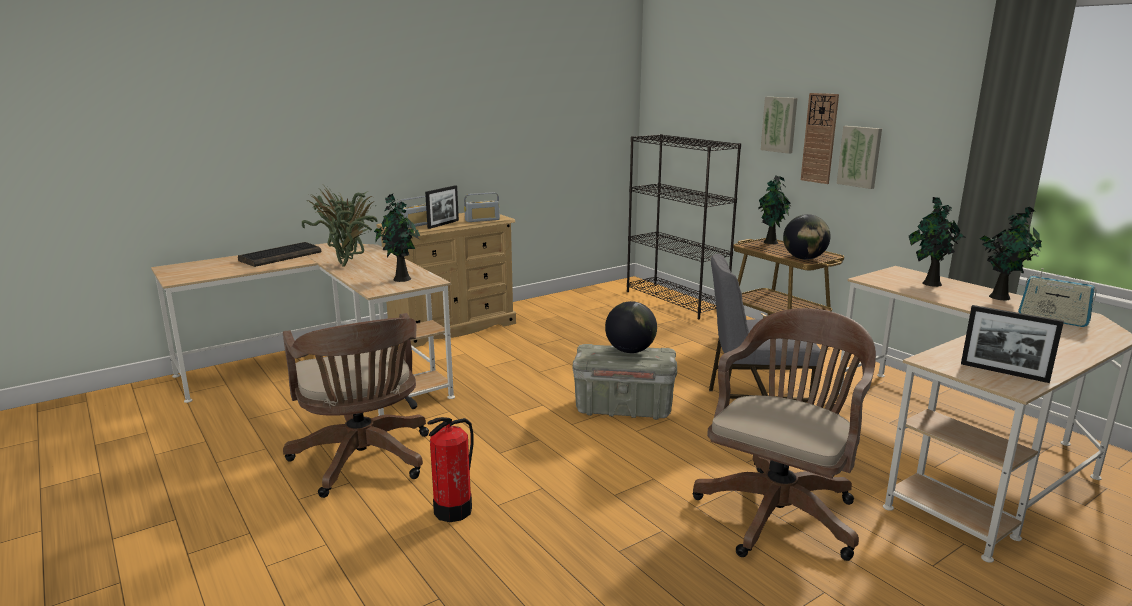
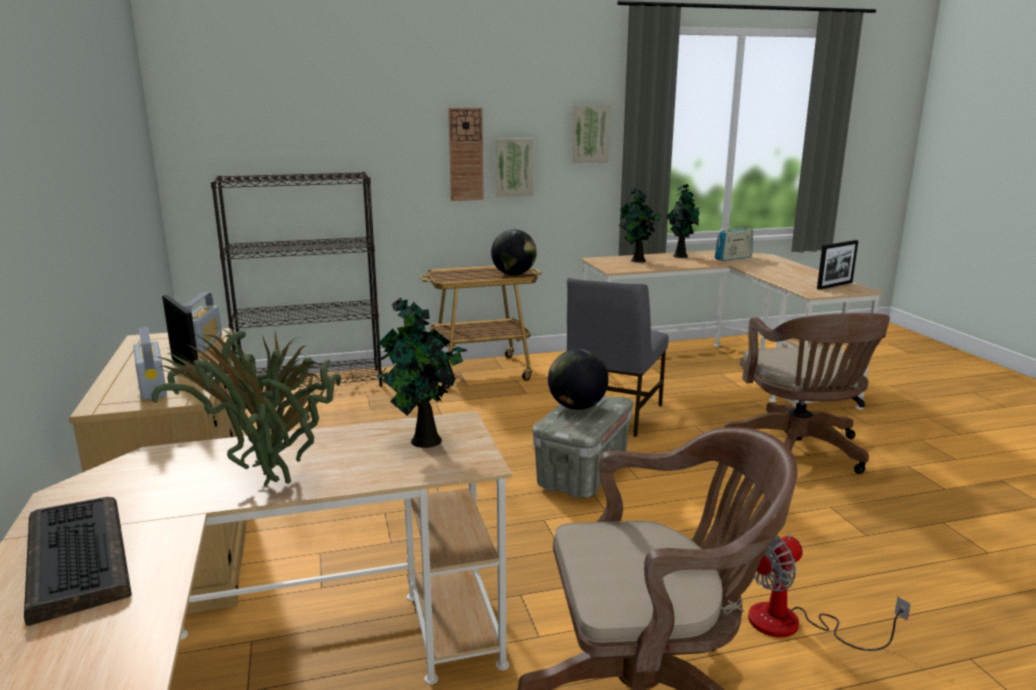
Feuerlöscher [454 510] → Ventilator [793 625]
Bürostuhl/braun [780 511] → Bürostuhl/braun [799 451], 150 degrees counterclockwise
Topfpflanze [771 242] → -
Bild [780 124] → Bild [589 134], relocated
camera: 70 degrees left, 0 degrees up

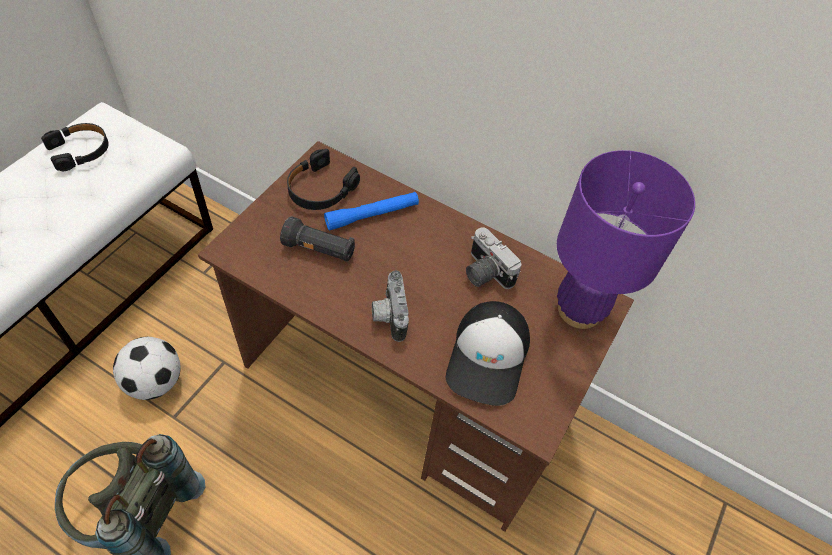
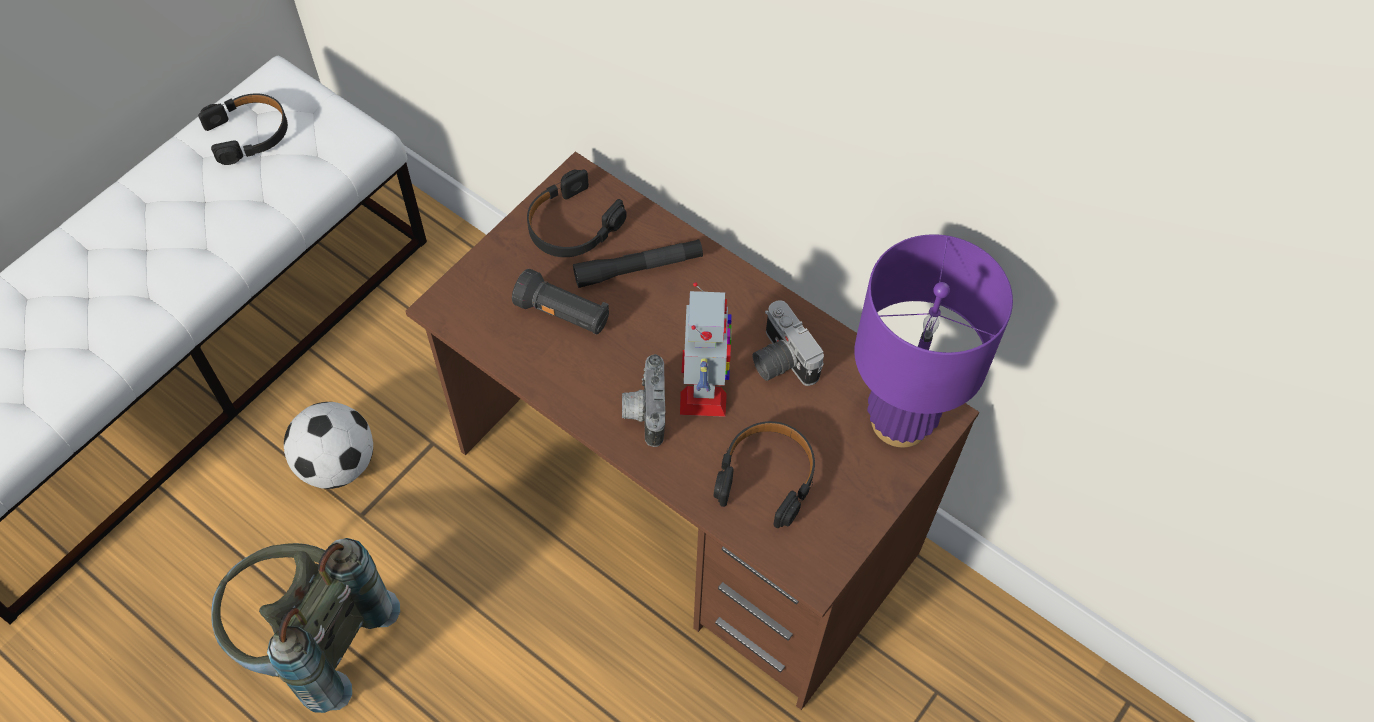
Taschenlampe/blau [372 215] → Taschenlampe/schwarz [638 268]
Kappe [488 358] → Kopfhörer/schwarz [767 476]
- → Spielzeugroboter [704 384]
camera: 10 degrees right, 5 degrees up

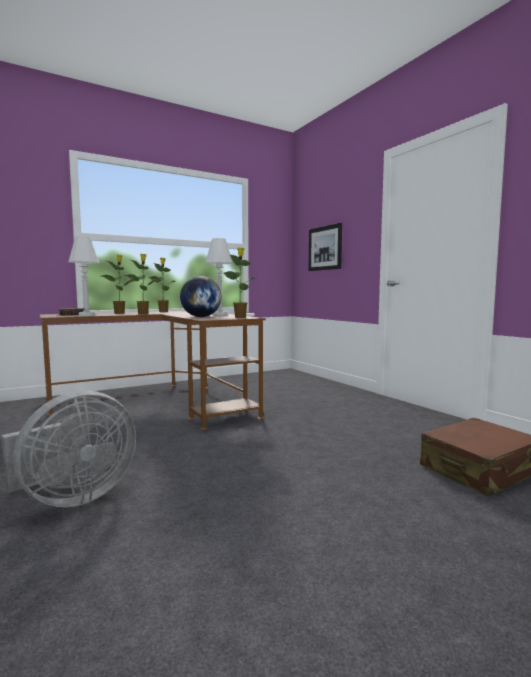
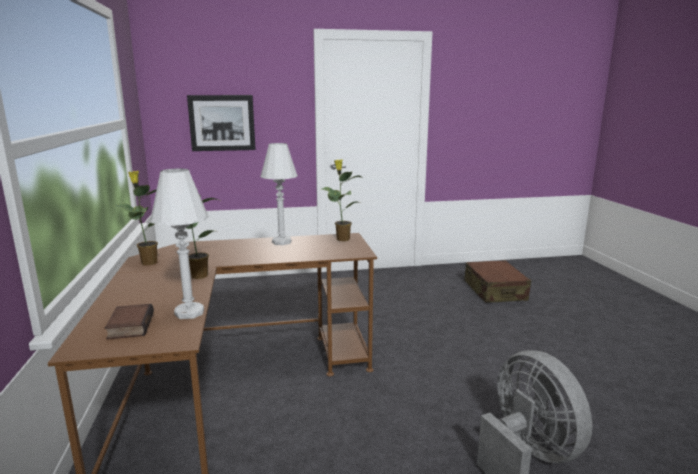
Topfpflanze [120 313] → -
Globus [201 317] → -
camera: 70 degrees left, 10 degrees up

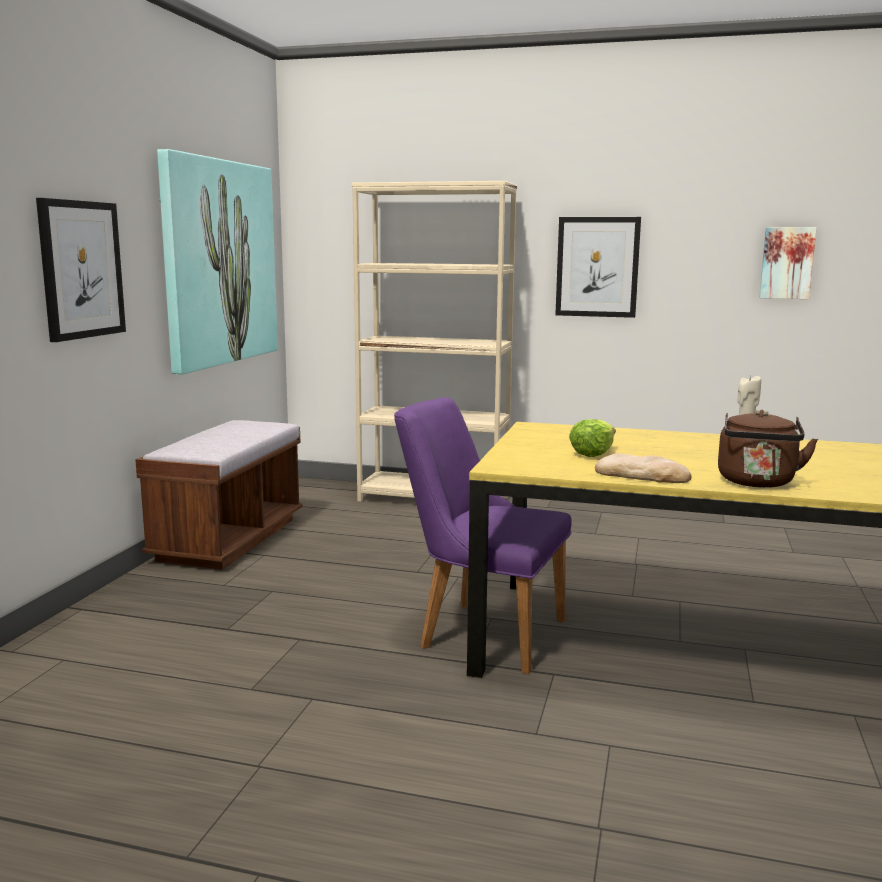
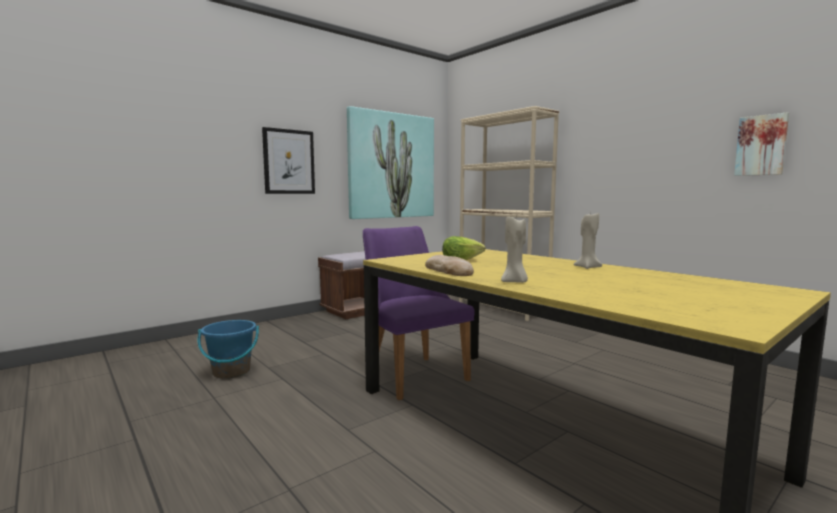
Bild [597 267] → -
Wasserkessel/braun [757 483] → Kerze/beige [514 282]
- → Eimer/blau [231 372]
camera: 35 degrees right, 5 degrees down

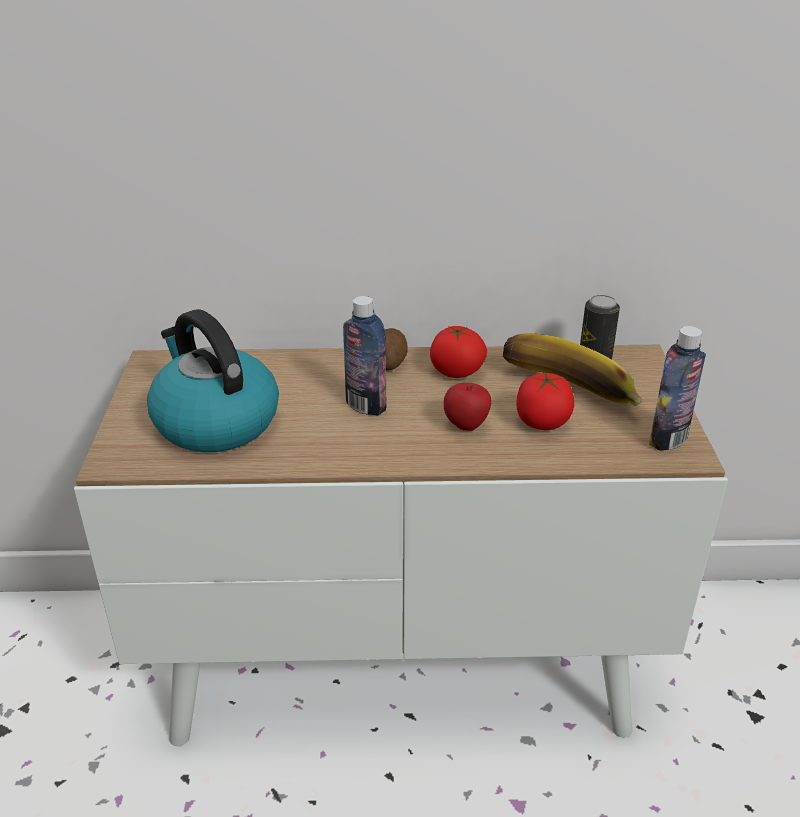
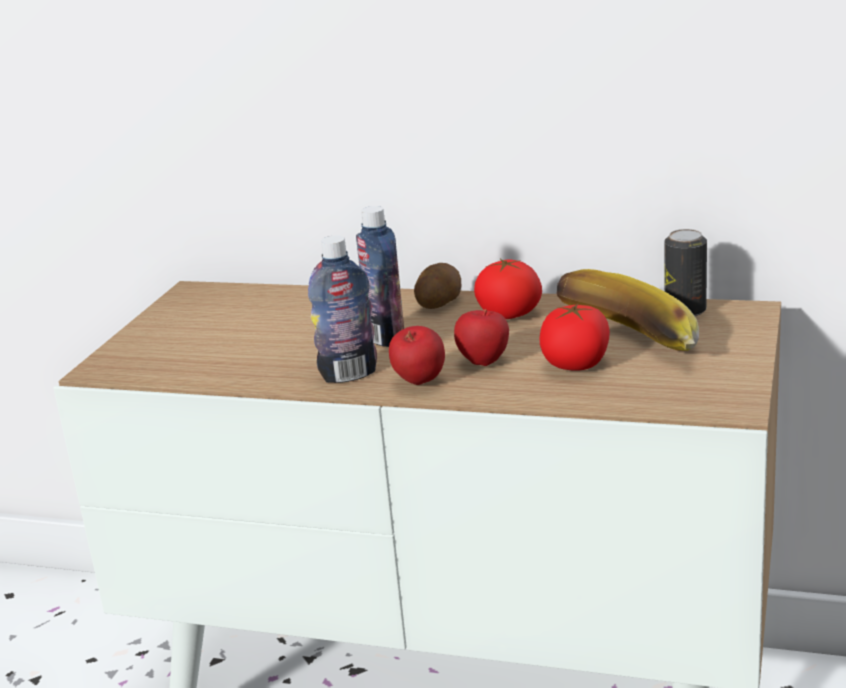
Wasserkessel [214 422] → -
Flasche [668 440] → Flasche [349 374], relocated
- → Apfel [418 383]
camera: 20 degrees right, 10 degrees down

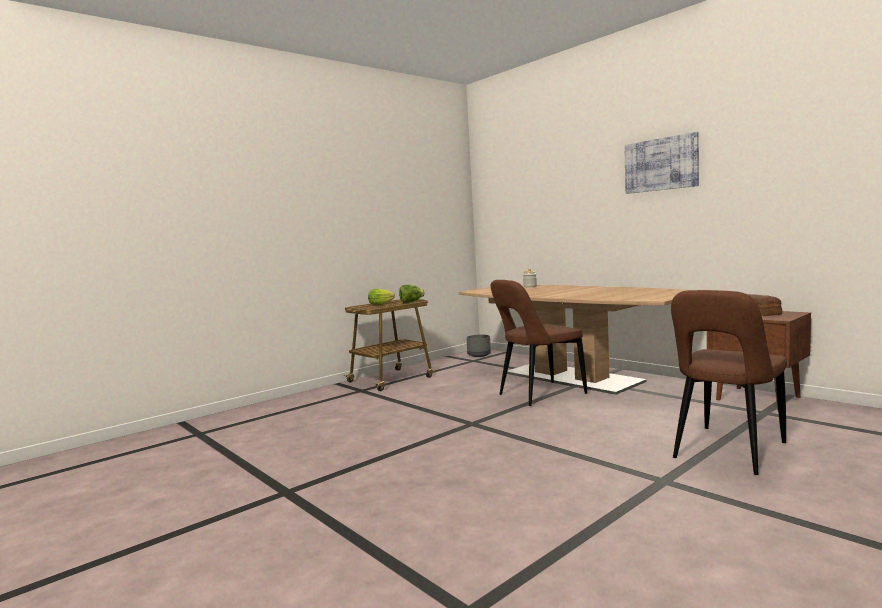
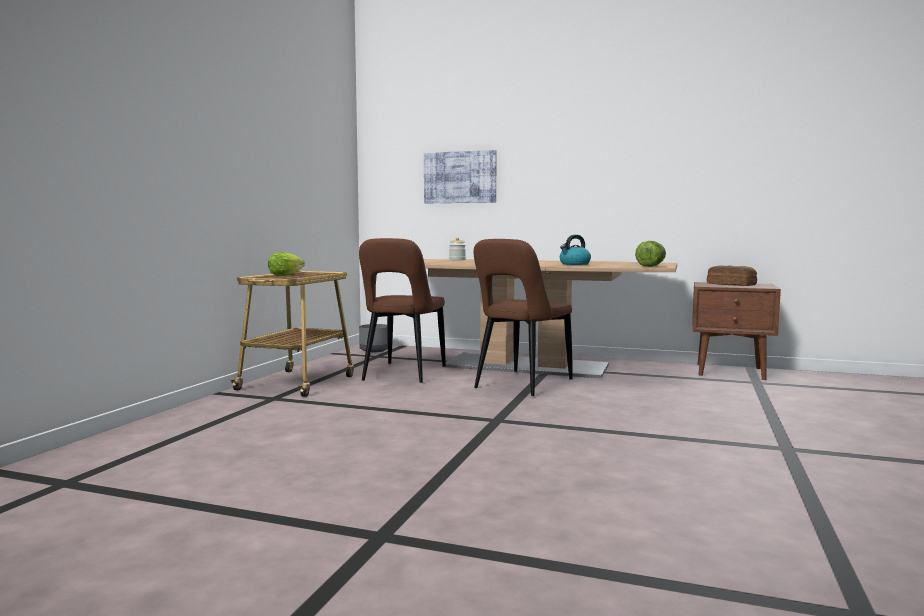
Salatkopf [411 302] → Salatkopf [651 266], relocated
Bild [661 164] → Bild [460 177], relocated
Stuhl/braun [727 452] → Stuhl/braun [403 374], relocated
- → Wasserkessel [574 264]
camera: 30 degrees left, 0 degrees up

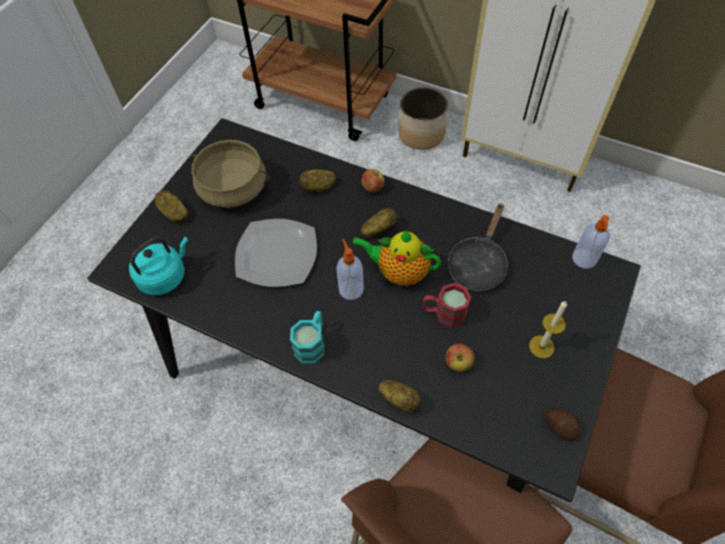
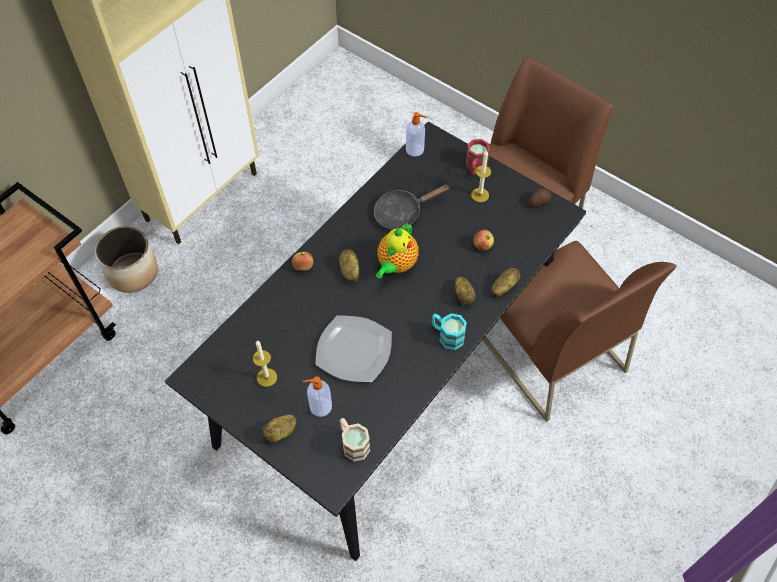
Wasserkessel/türkis [165 276] → Henkelbecher/beige [353 443]
Kochtopf/beige [234 188] → Kerze [267 377]
Kartoffel [318 187] → Kartoffel [464 295], relocated
Seifenspender [350 288] → Seifenspender [320 407], relocated
Henkelbecher/rot [444 313] → Henkelbecher/rot [475 167], relocated
Pfanne/schwarz [478 264] → Pfanne/schwarz [402 213], 120 degrees clockwise
camera: 80 degrees left, 0 degrees up

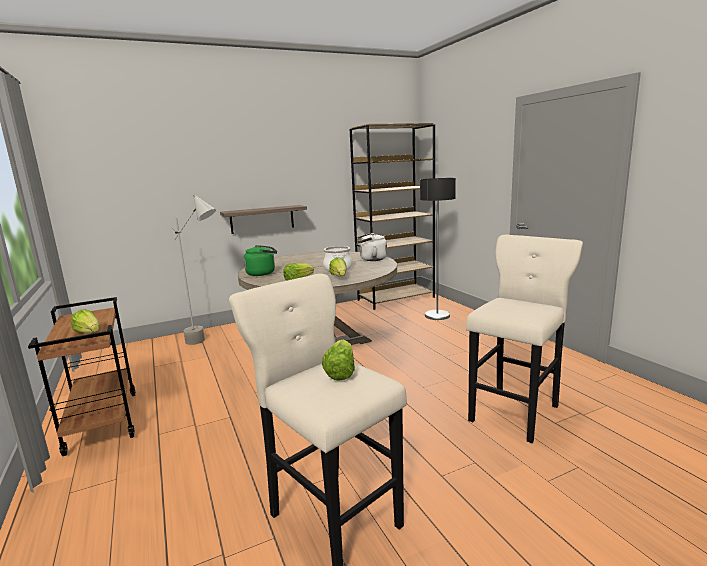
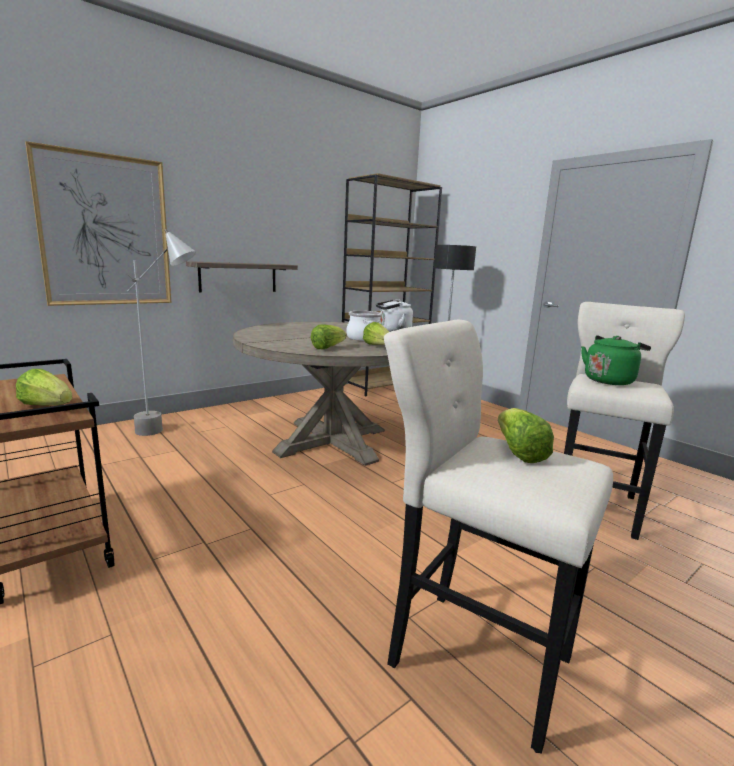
Wasserkessel/grün [262 273] → Wasserkessel/grün [609 380], relocated
- → Bild [106 231]
camera: 15 degrees left, 0 degrees up

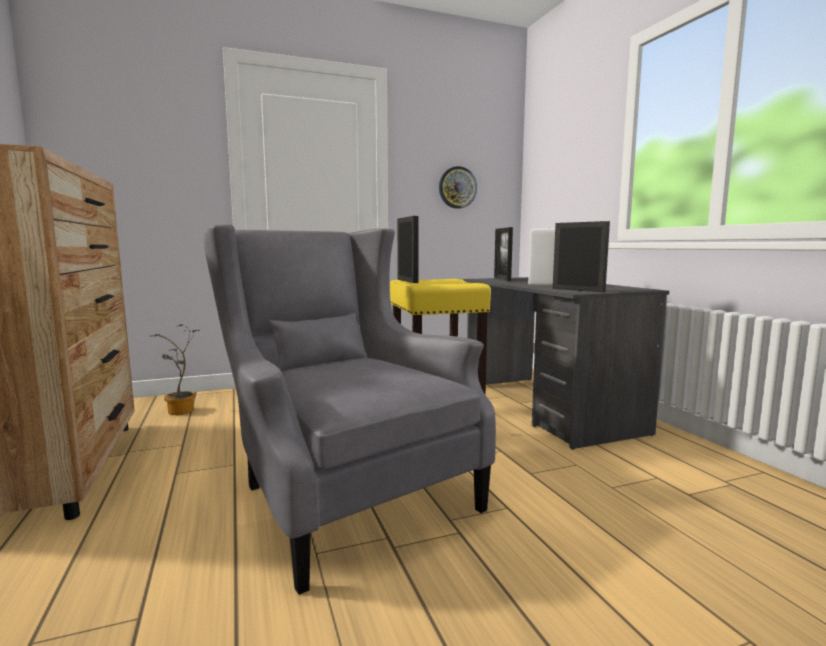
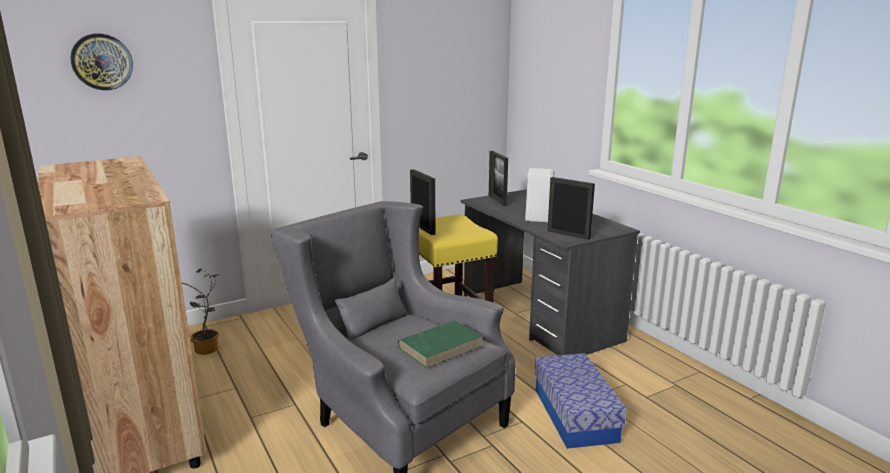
Wanduhr [457 187] → Wanduhr [102 62], relocated
- → Buch/grün [441 346]
- → Aufbewahrungsbox [575 415]
camera: 10 degrees left, 10 degrees up

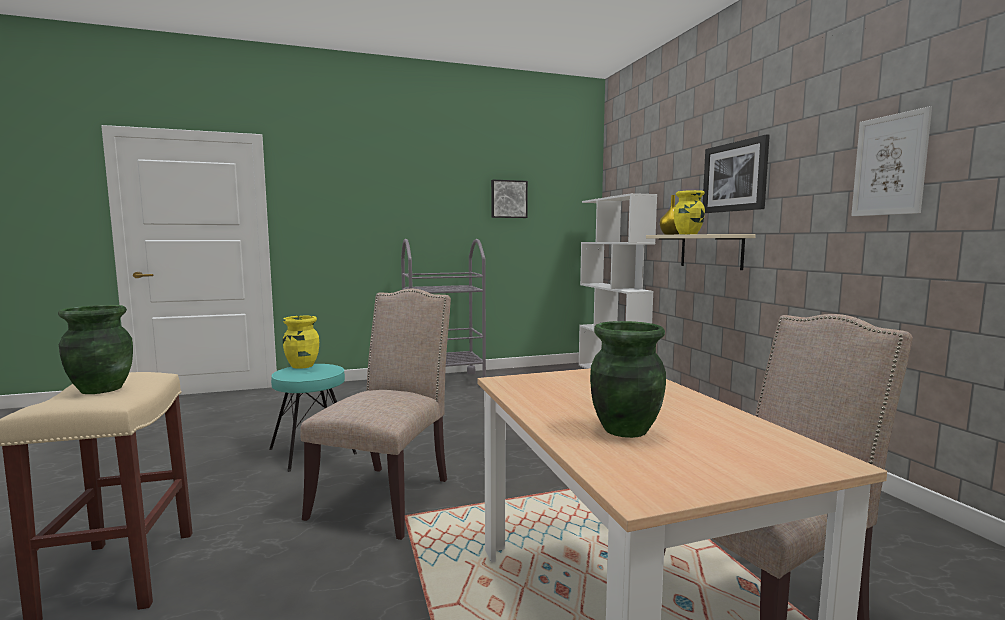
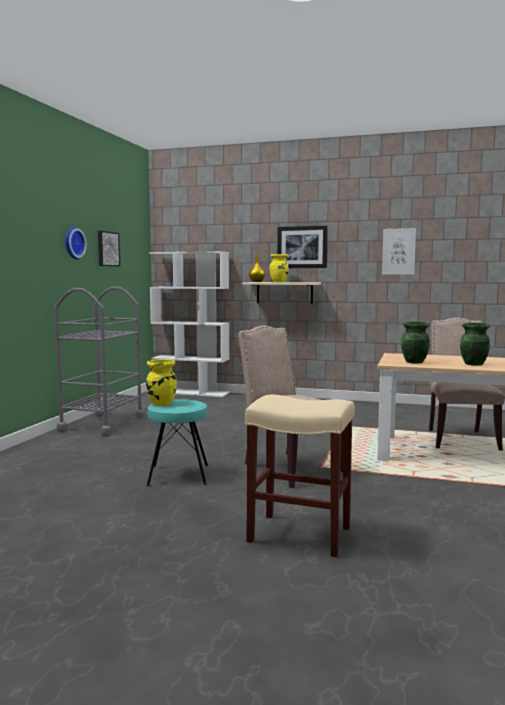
Vase/grün [100 389] → Vase/grün [414 362], relocated
- → Wanduhr [73 243]
camera: 55 degrees left, 0 degrees up

